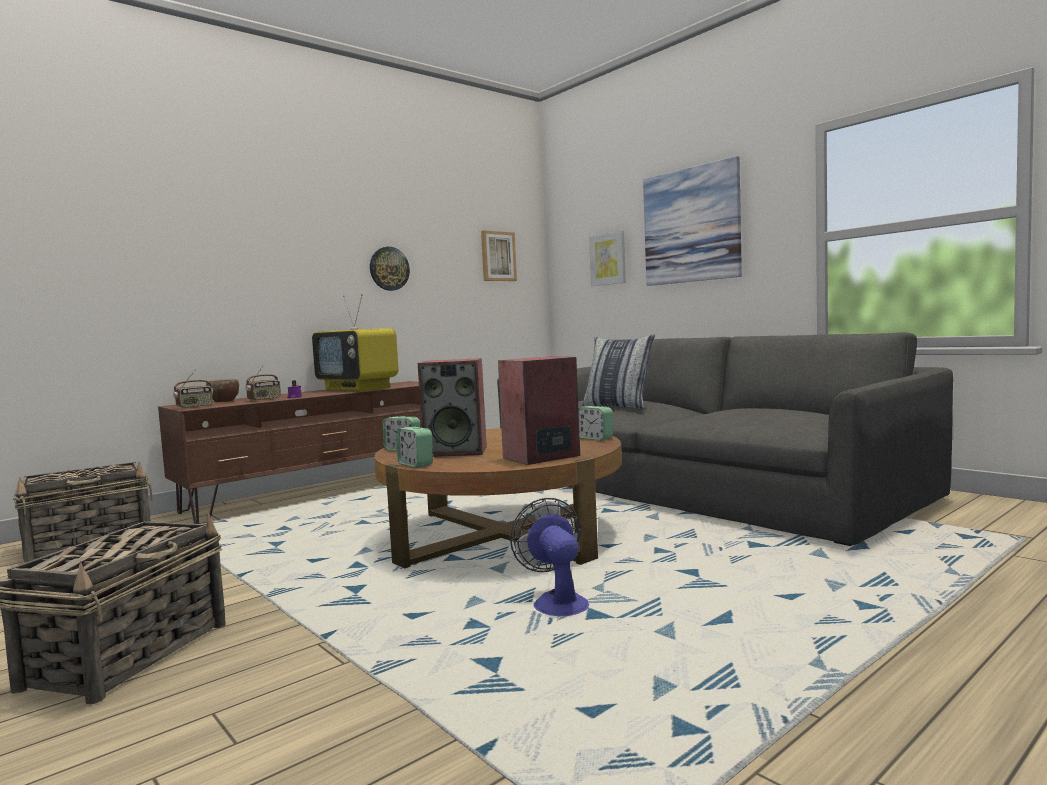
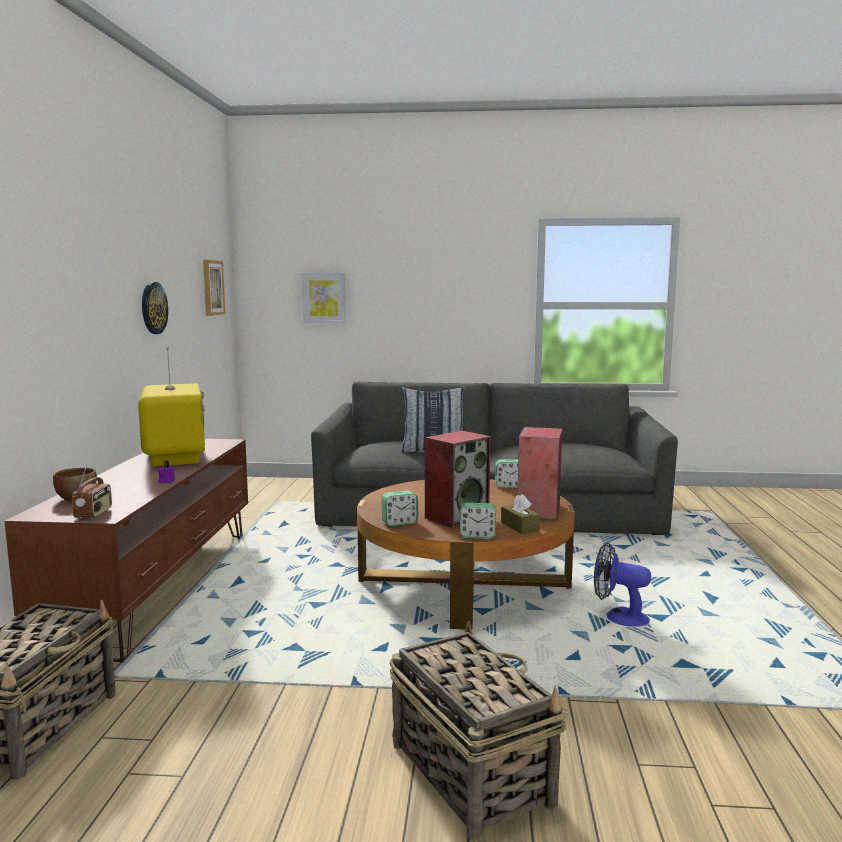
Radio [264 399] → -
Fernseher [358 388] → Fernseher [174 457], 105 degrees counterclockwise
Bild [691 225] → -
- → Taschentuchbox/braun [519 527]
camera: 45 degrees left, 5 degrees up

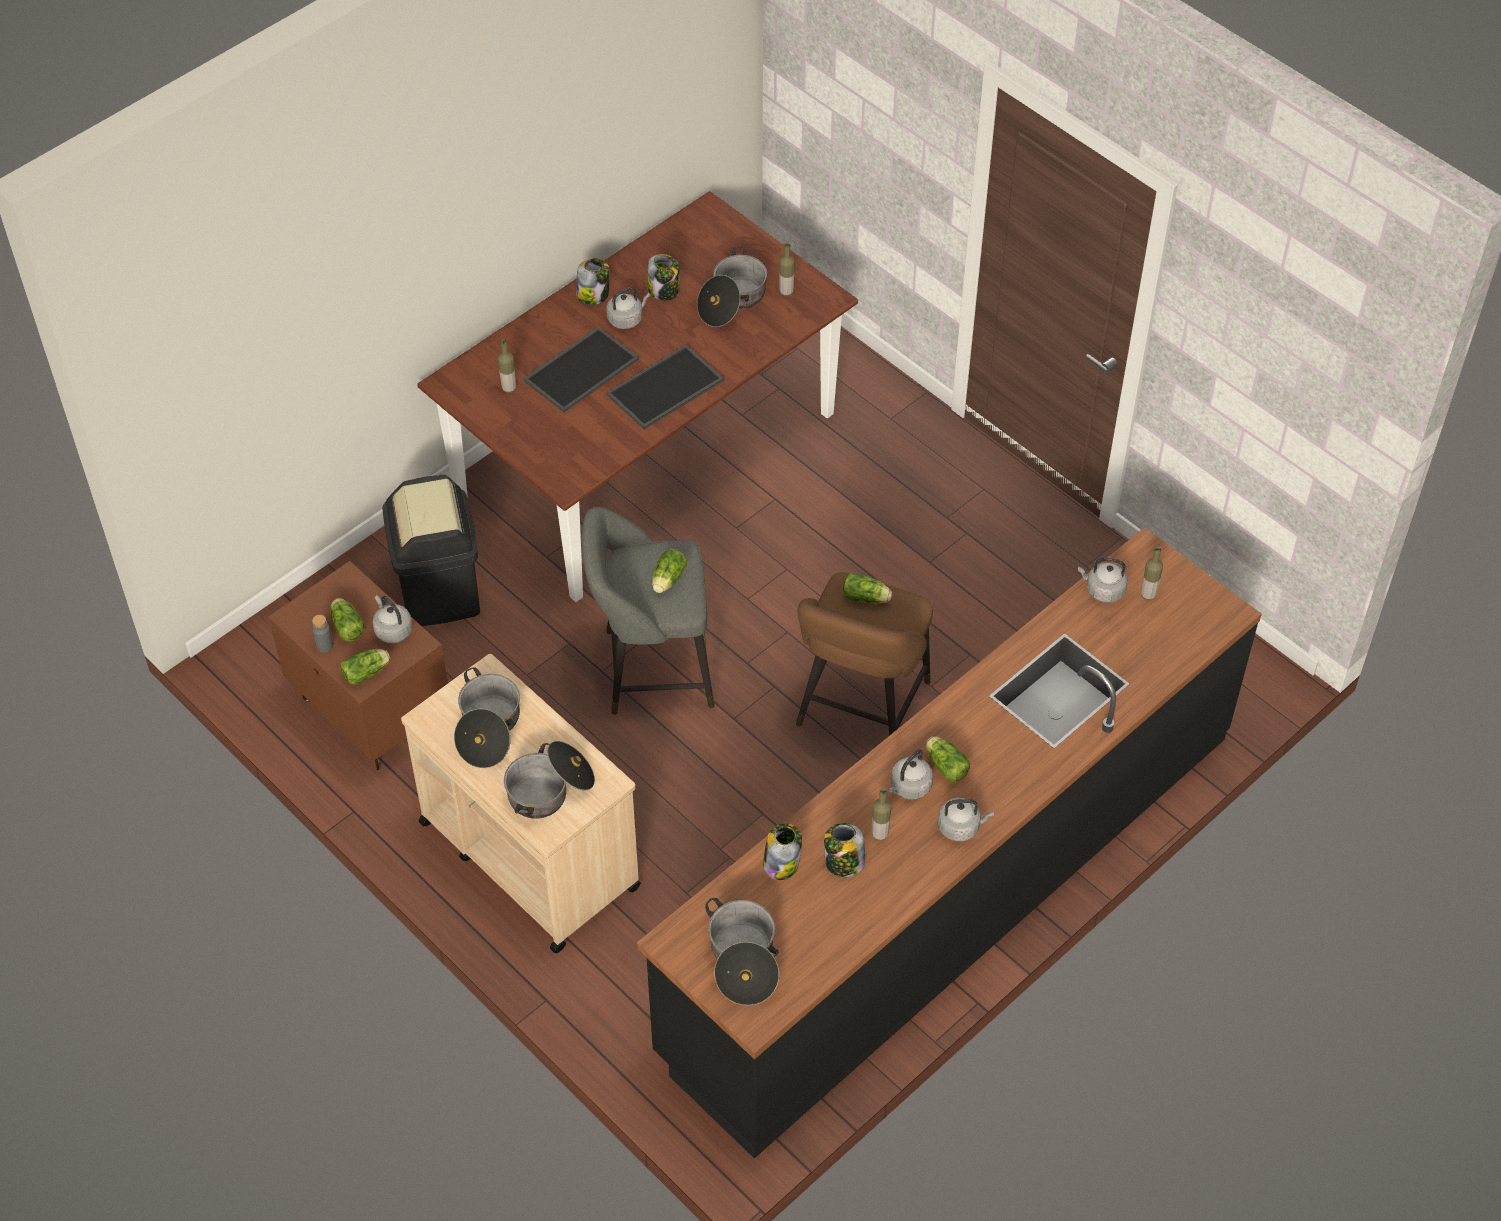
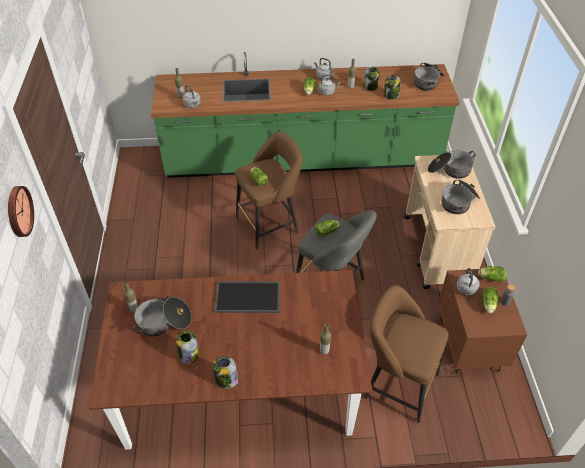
Mülleimer/schwarz [440 592] → Hocker/braun [397 384]
Tablett [581 368] → -
Wasserkessel/grau [627 319] → -
Küchenzeile/schwarz [949 891] → Küchenzeile/grün [303 160]
- → Wanduhr [18 211]
camera: 140 degrees left, 5 degrees down

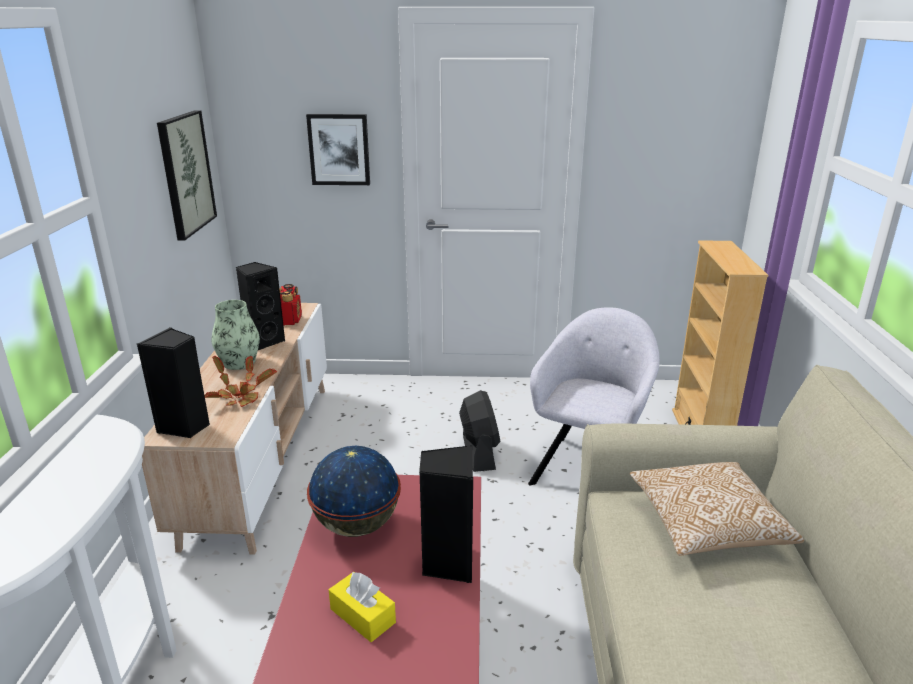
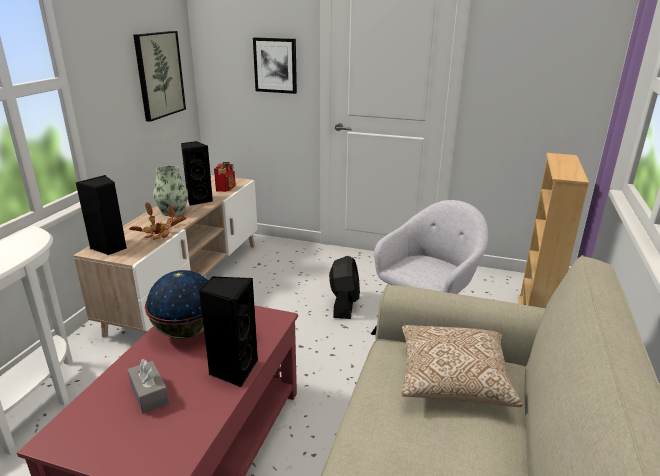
Taschentuchbox/gelb [362 616] → Taschentuchbox/grau [149 394]
camera: 15 degrees right, 0 degrees up

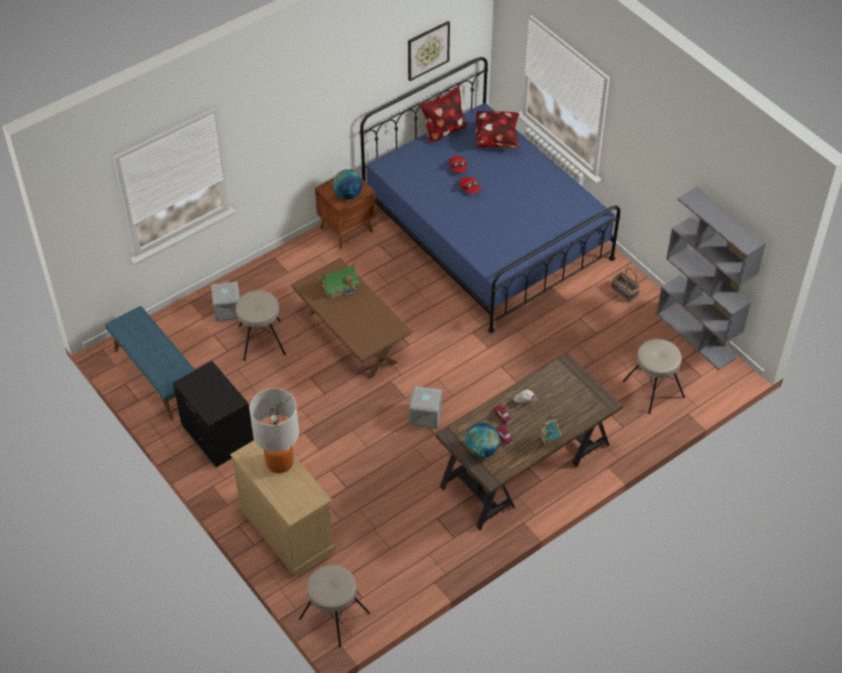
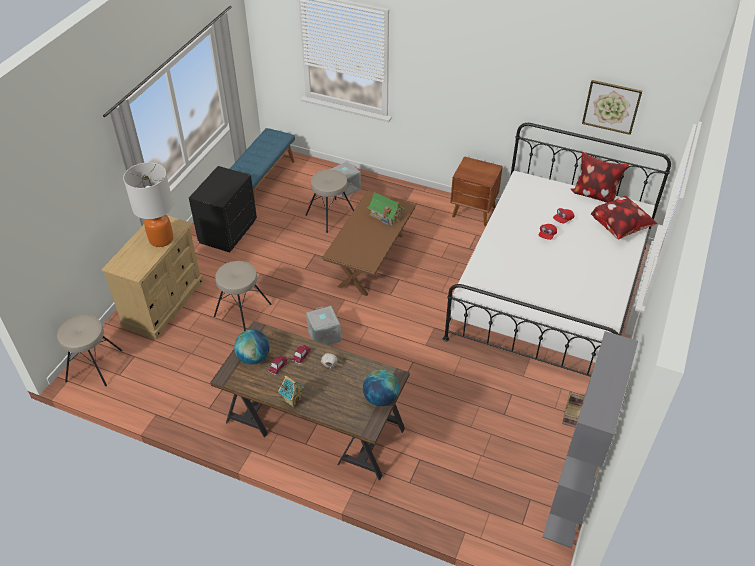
Globus [348 195] → Globus [380 398], relocated
Bett/blau [486 232] → Bett/weiß [549 290]
Hocker/beige [653 389] → Hocker/beige [242 310], relocated
camera: 60 degrees right, 5 degrees down

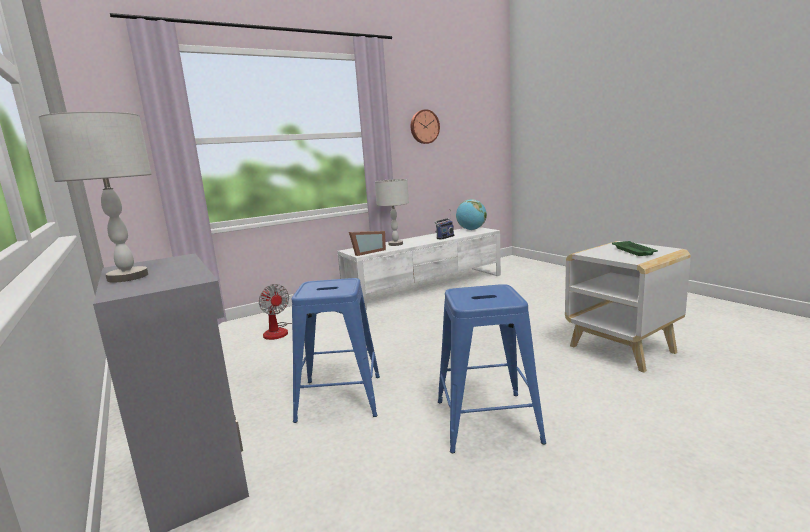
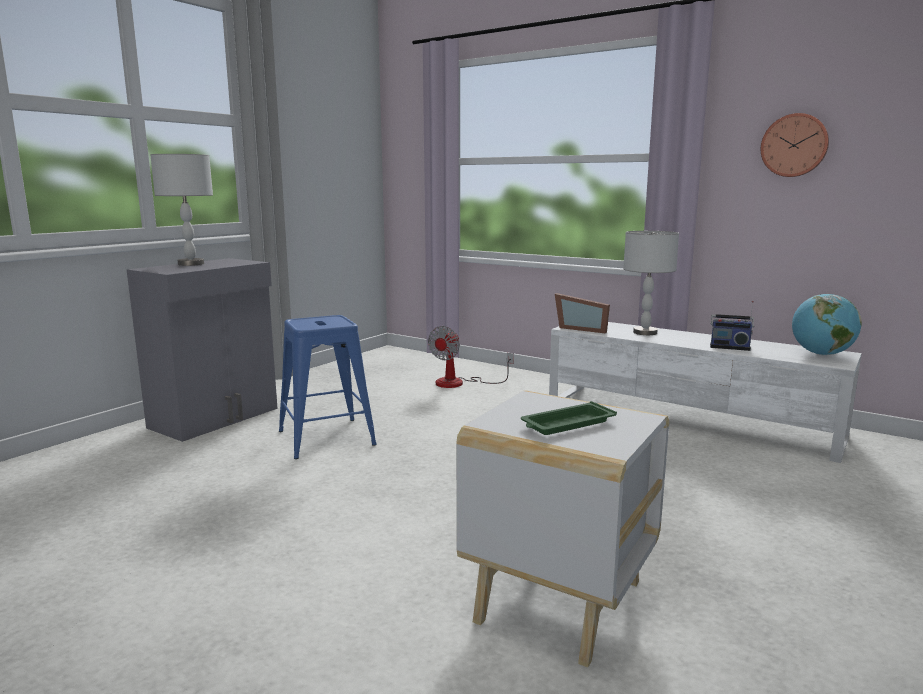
Hocker/blau [487 420] → -
camera: 65 degrees right, 0 degrees up

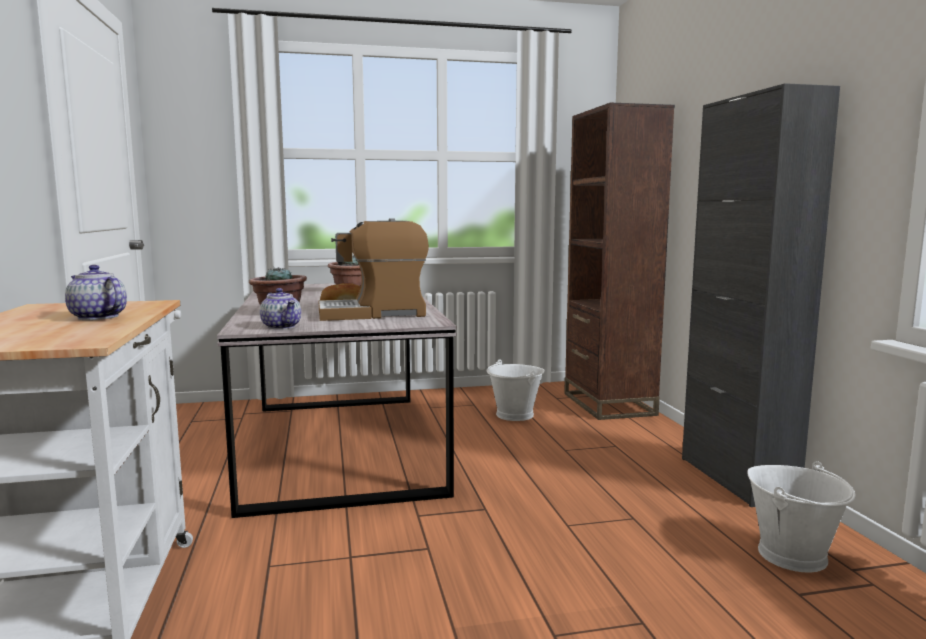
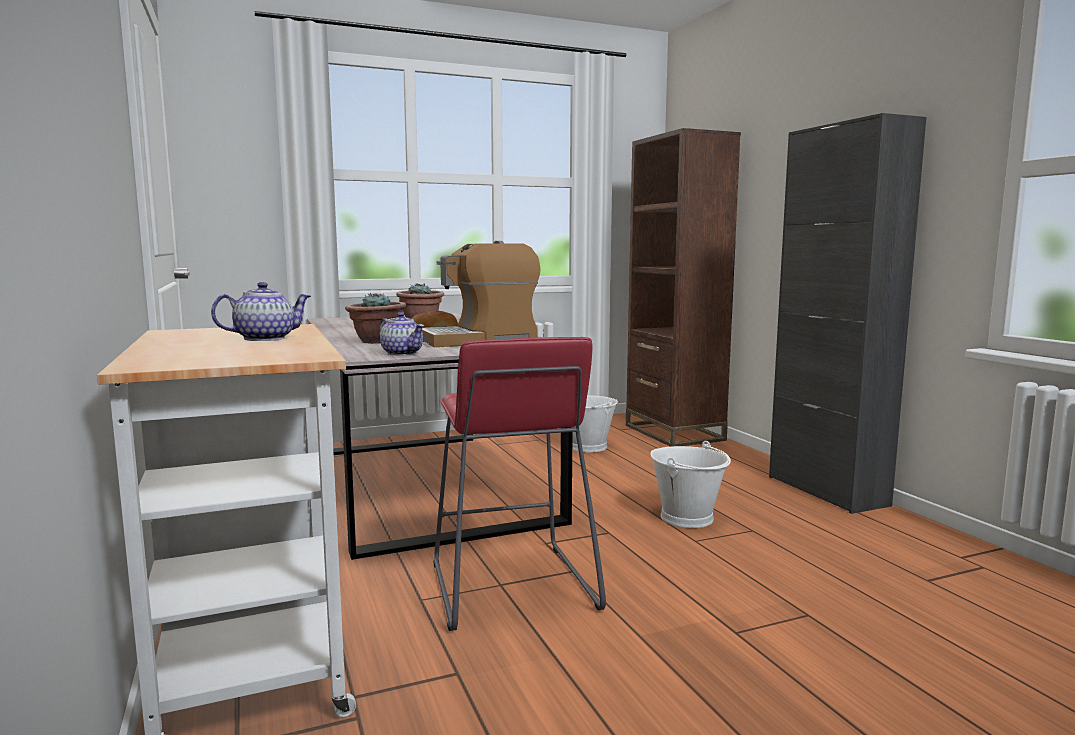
Teekanne [97 317] → Teekanne [265 338], 120 degrees clockwise
Eimer/weiß [793 555] → Eimer/weiß [687 518], relocated
- → Hocker/rot [511 586]
camera: 10 degrees left, 0 degrees up

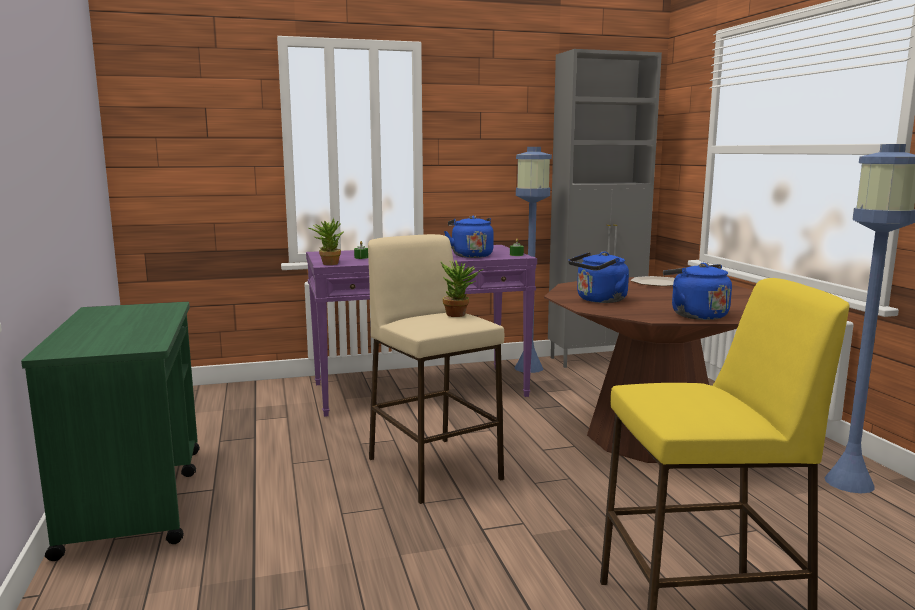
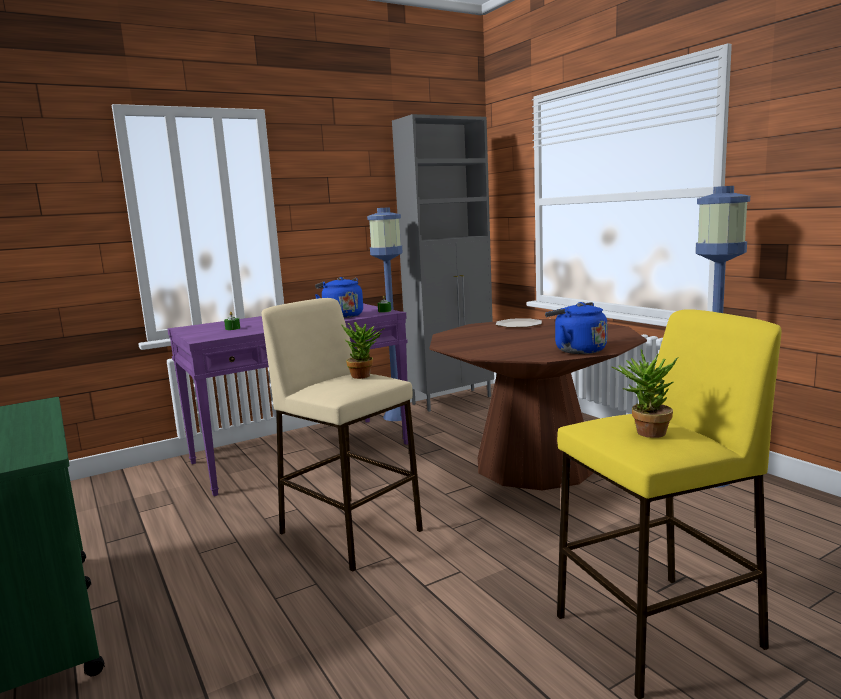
Topfpflanze [328 263] → Topfpflanze [644 432], relocated
Wasserkessel/blau [599 300] → -
camera: 15 degrees left, 0 degrees up

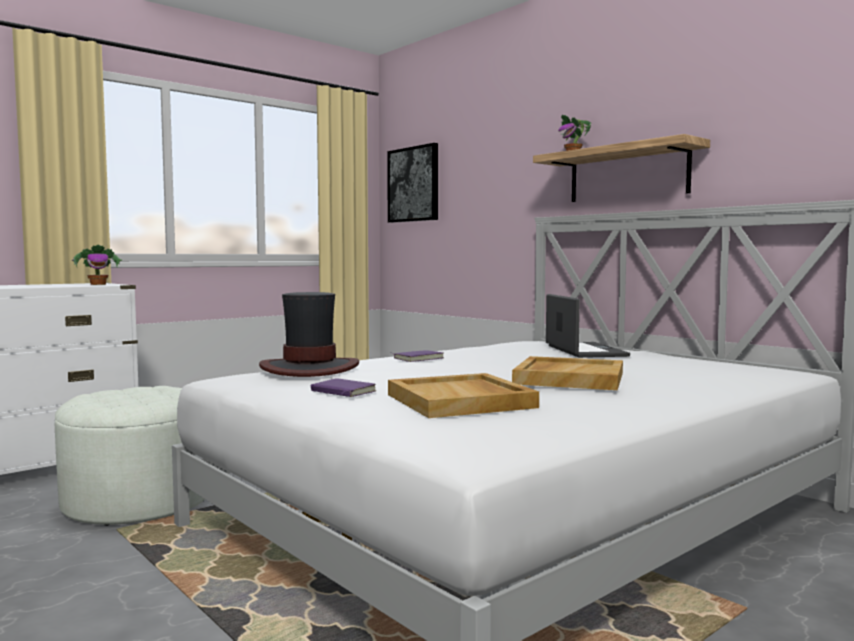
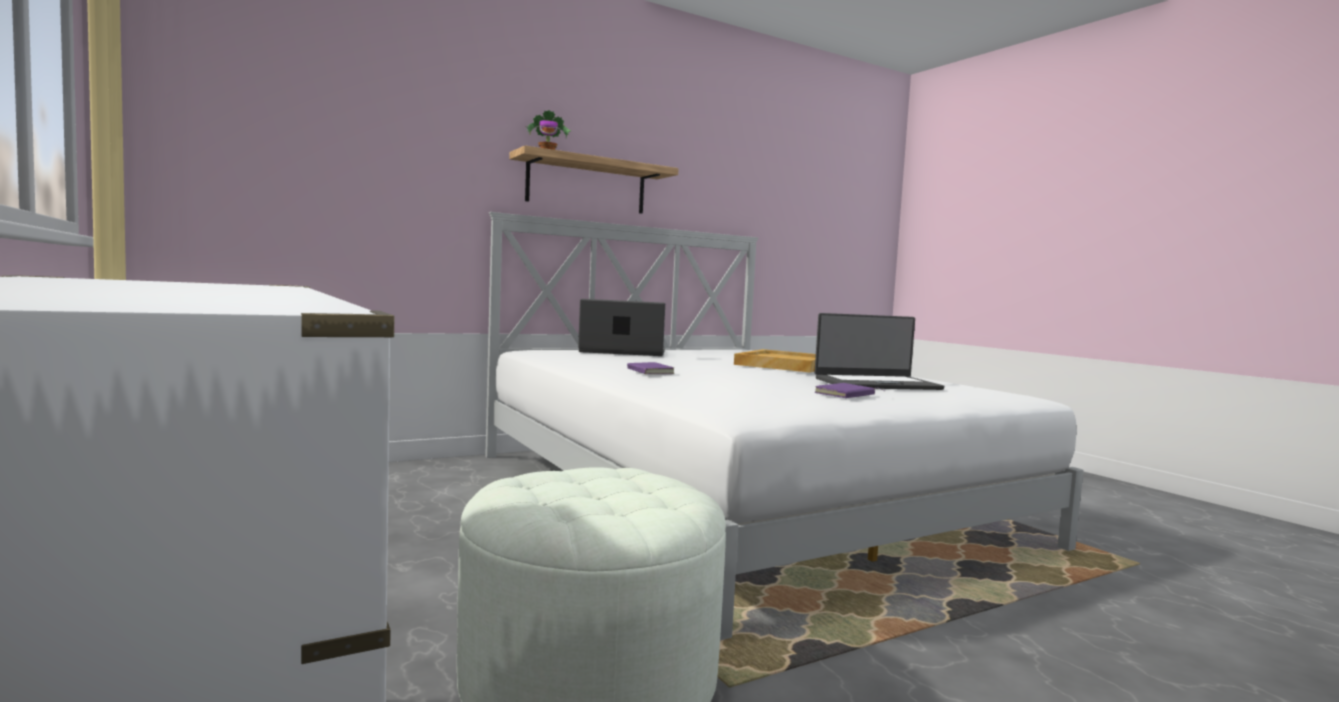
Topfpflanze [98 284] → -
Hut [310 368] → -
Bild [413 184] → -
Tablett/beige [461 401] → Laptop [876 384]
camera: 80 degrees left, 0 degrees up

